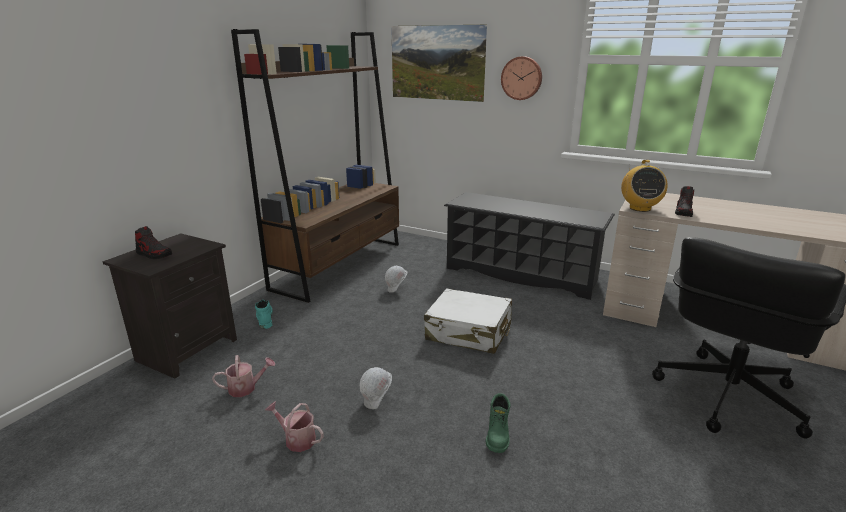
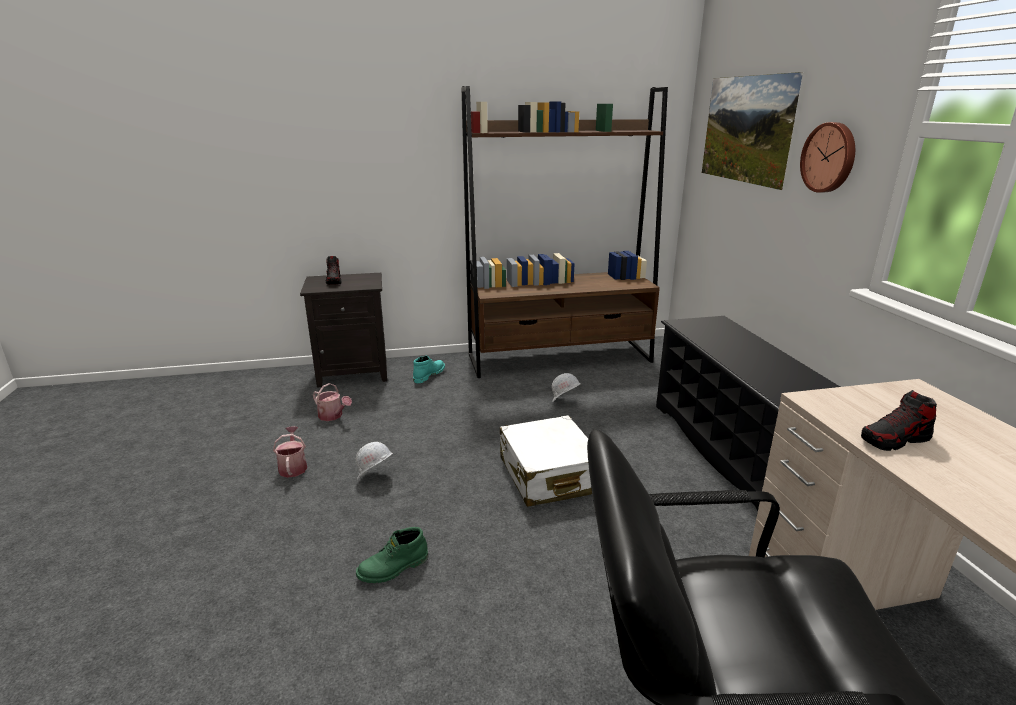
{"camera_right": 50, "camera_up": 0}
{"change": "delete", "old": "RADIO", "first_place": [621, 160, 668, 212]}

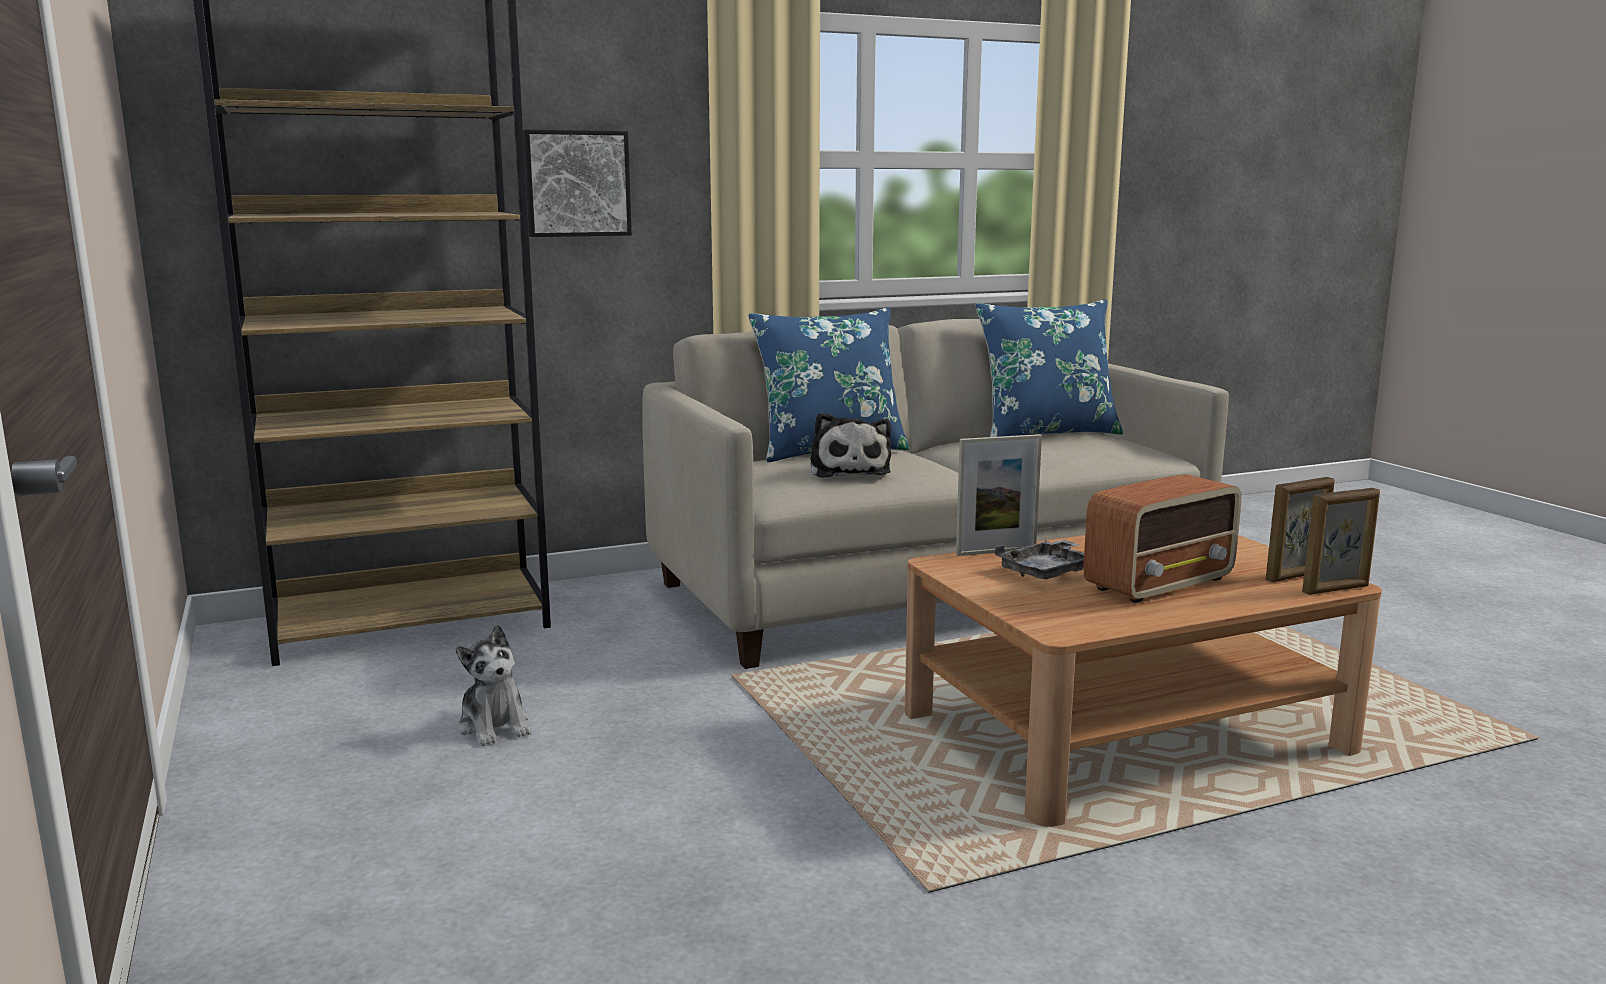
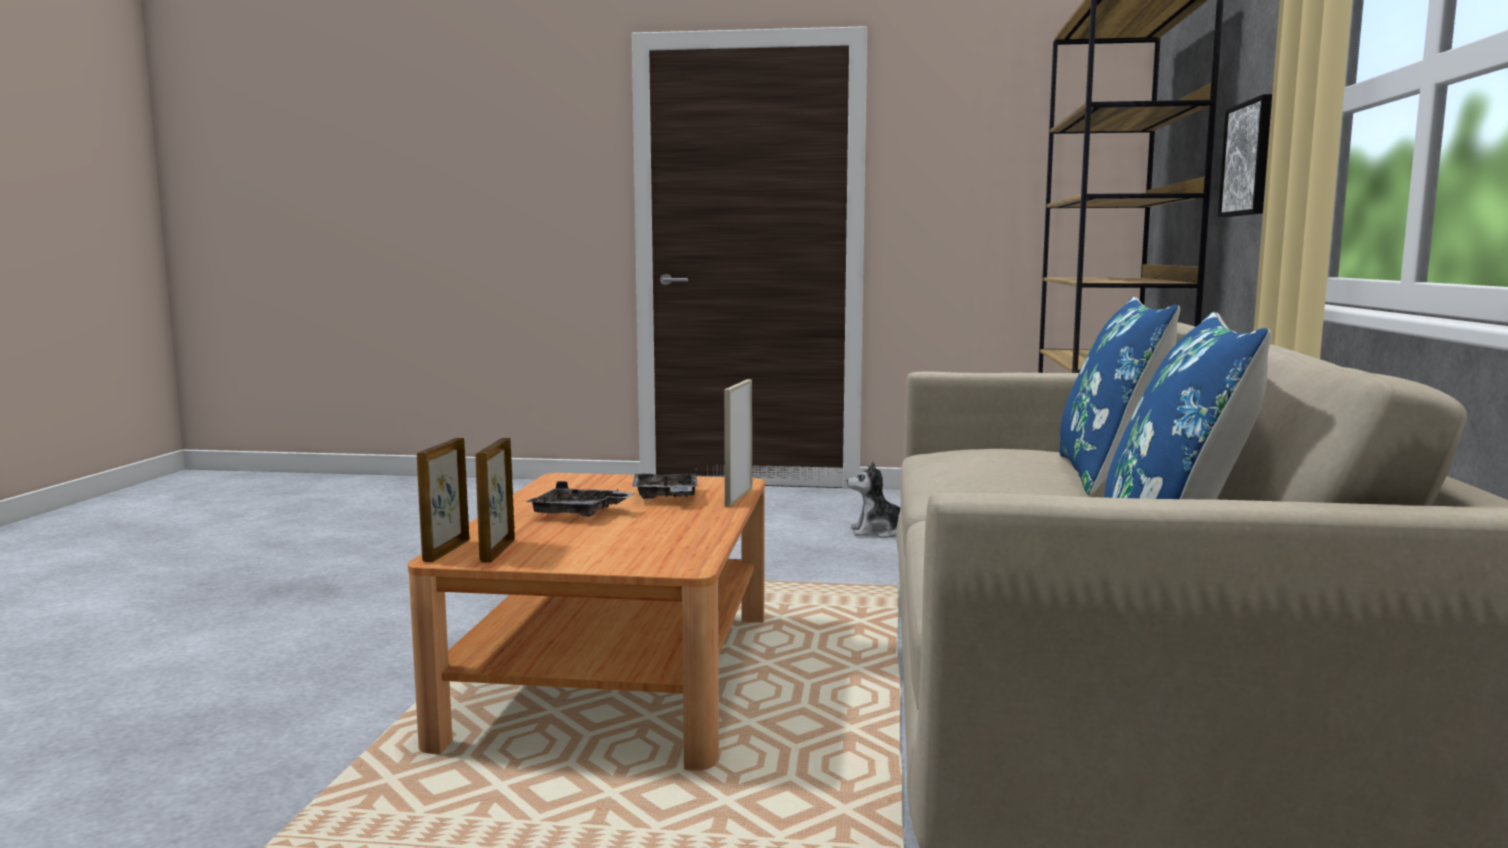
{"camera_right": 120, "camera_up": -5}
{"change": "delete", "old": "PLUSH TOY", "first_place": [811, 412, 892, 478]}
{"change": "replace", "old": "RADIO", "new": "GREY TRAY", "first_place": [1083, 474, 1241, 603], "second_place": [526, 481, 635, 517]}

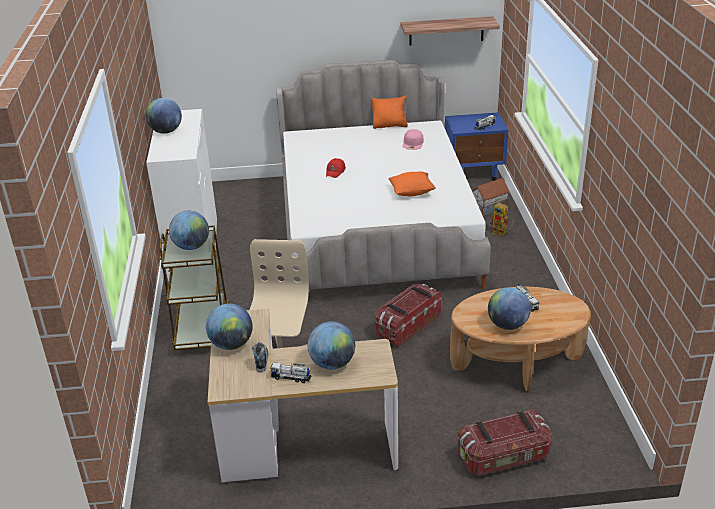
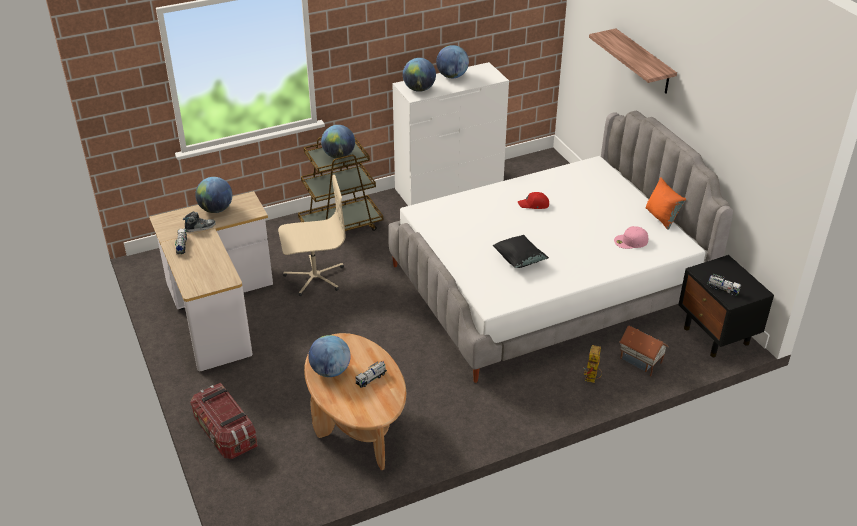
{"camera_right": 70, "camera_up": 5}
{"change": "delete", "old": "STORAGE BOX", "first_place": [375, 284, 442, 347]}
{"change": "move", "old": "GLOBE", "first_place": [308, 321, 355, 369], "second_place": [403, 58, 436, 92]}
{"change": "move", "old": "SHELF", "first_place": [400, 16, 500, 46], "second_place": [589, 28, 677, 94]}
{"change": "recolor", "old": "ORANGE PILLOW", "new": "BLACK PILLOW", "first_place": [388, 171, 436, 196], "second_place": [493, 235, 549, 268]}
{"change": "recolor", "old": "BLUE NIGHTSTAND", "new": "BLACK NIGHTSTAND", "first_place": [445, 112, 508, 181], "second_place": [678, 255, 774, 357]}

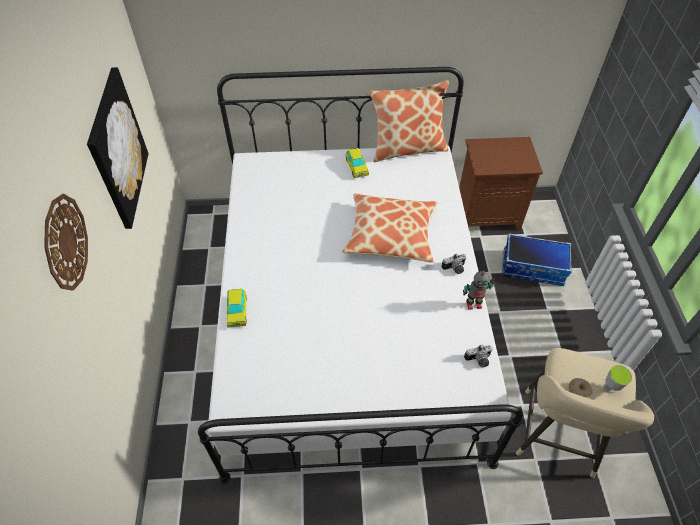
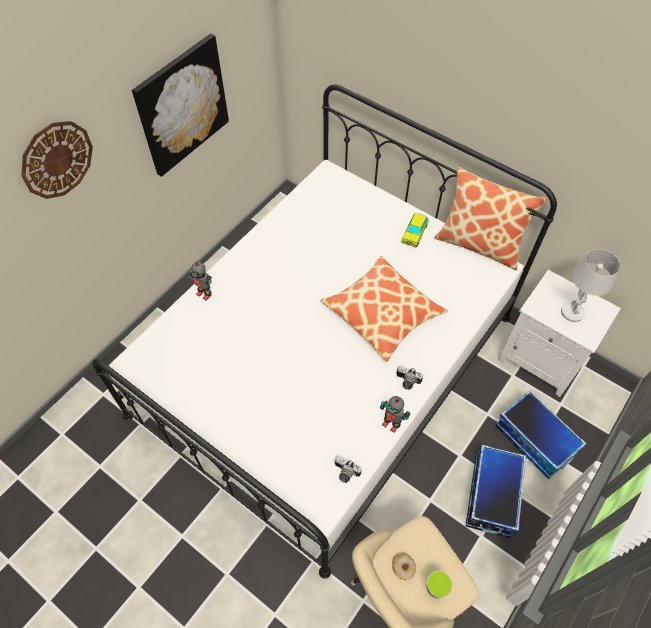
{"camera_right": 40, "camera_up": 5}
{"change": "insert", "new": "STORAGE BOX", "second_place": [466, 445, 526, 538]}
{"change": "insert", "new": "WHITE TABLE LAMP", "second_place": [561, 249, 620, 322]}
{"change": "replace", "old": "TOY CAR", "new": "TOY ROBOT", "first_place": [227, 289, 247, 327], "second_place": [189, 261, 212, 301]}
{"change": "recolor", "old": "BROWN NIGHTSTAND", "new": "WHITE NIGHTSTAND", "first_place": [459, 137, 543, 231], "second_place": [499, 270, 621, 397]}

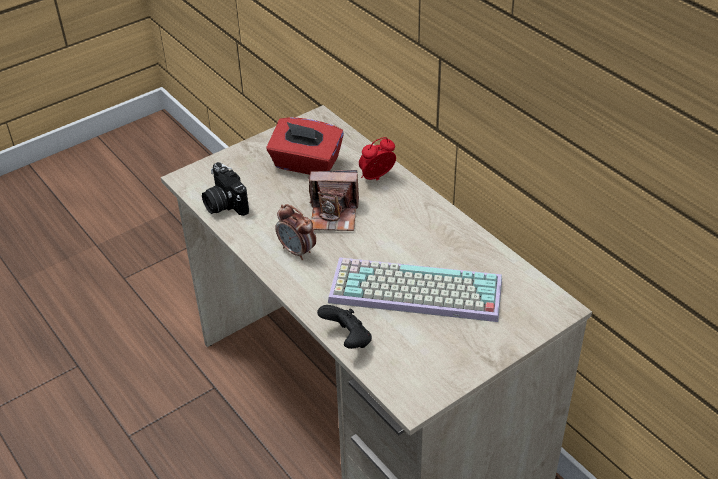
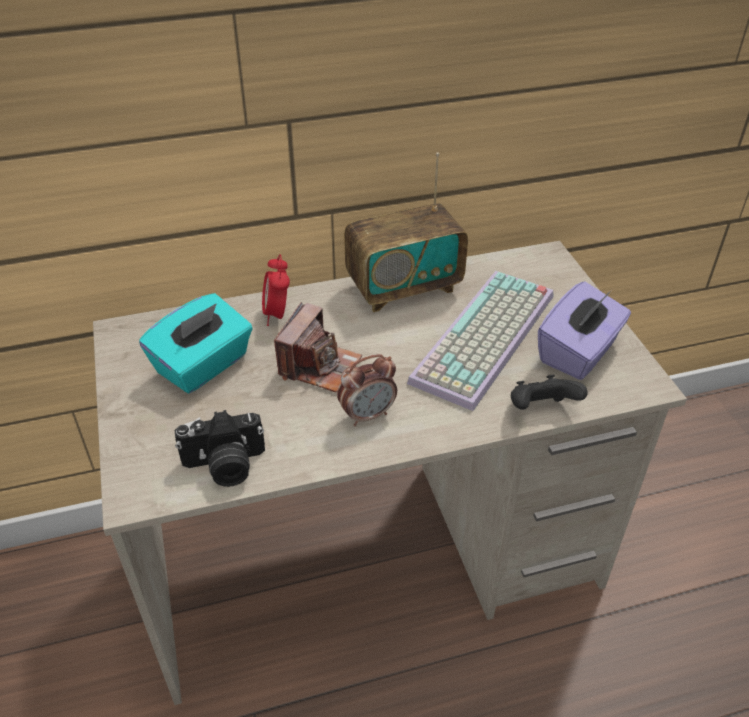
{"camera_right": -70, "camera_up": 0}
{"change": "insert", "new": "RADIO", "second_place": [344, 153, 468, 312]}
{"change": "insert", "new": "PURPLE TISSUE BOX", "second_place": [538, 281, 631, 380]}
{"change": "recolor", "old": "RED TISSUE BOX", "new": "TURQUOISE TISSUE BOX", "first_place": [266, 117, 344, 175], "second_place": [139, 293, 253, 393]}

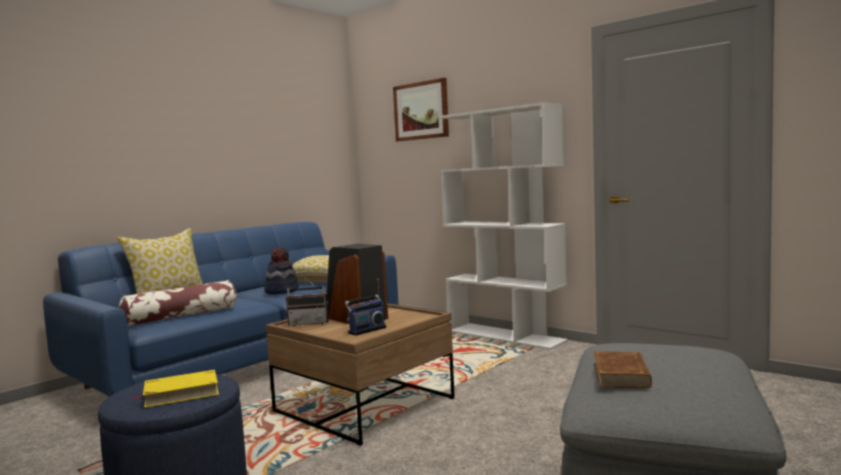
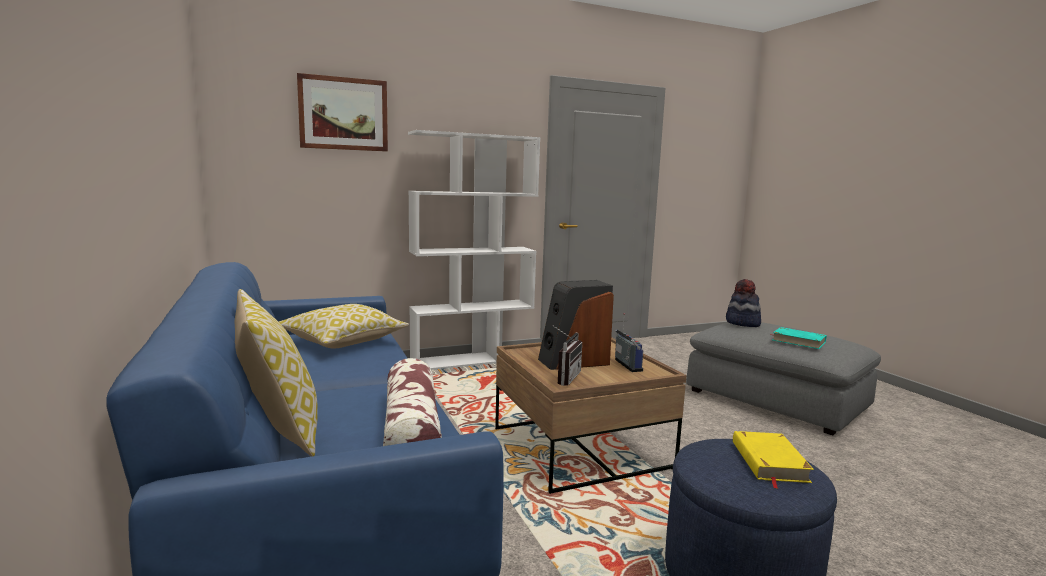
{"camera_right": -65, "camera_up": 5}
{"change": "move", "old": "HAT", "first_place": [264, 248, 299, 294], "second_place": [726, 279, 761, 327]}
{"change": "recolor", "old": "BROWN BOOK", "new": "TURQUOISE BOOK", "first_place": [594, 352, 652, 388], "second_place": [770, 327, 827, 349]}

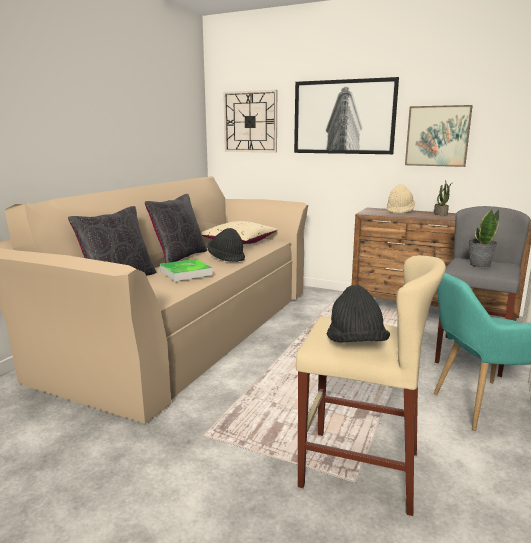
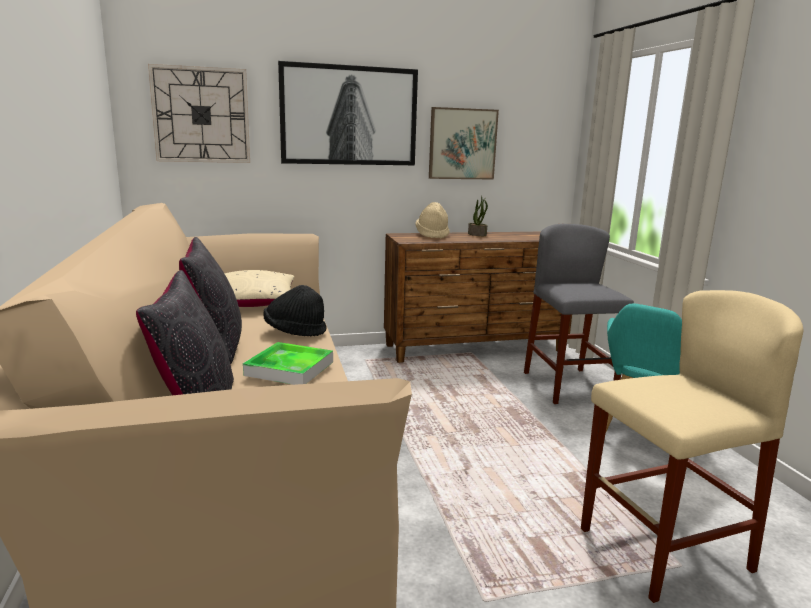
{"camera_right": -40, "camera_up": 0}
{"change": "delete", "old": "BLACK HAT", "first_place": [327, 285, 390, 343]}
{"change": "delete", "old": "POTTED PLANT", "first_place": [468, 209, 500, 268]}

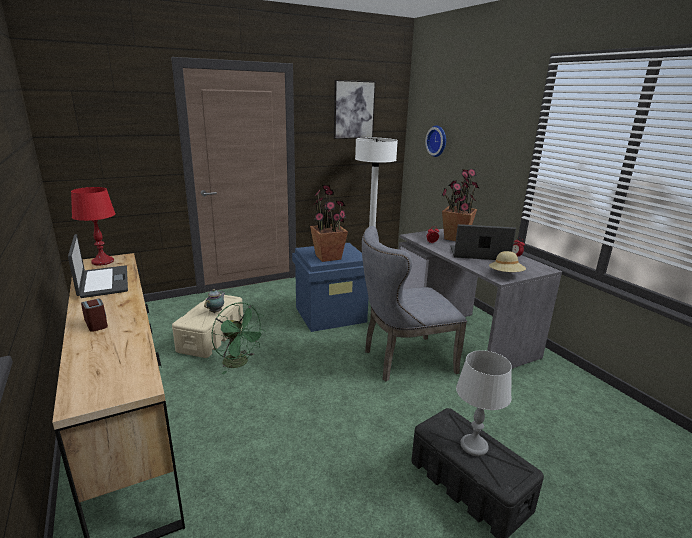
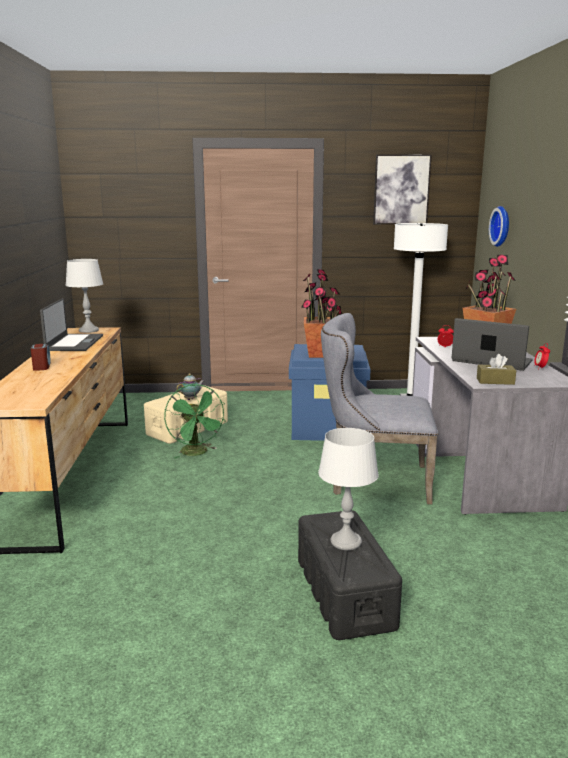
{"camera_right": 25, "camera_up": -5}
{"change": "replace", "old": "BEIGE HAT", "new": "BROWN TISSUE BOX", "first_place": [489, 251, 526, 272], "second_place": [477, 354, 516, 385]}
{"change": "recolor", "old": "RED TABLE LAMP", "new": "GREY TABLE LAMP", "first_place": [71, 187, 115, 265], "second_place": [66, 259, 103, 333]}

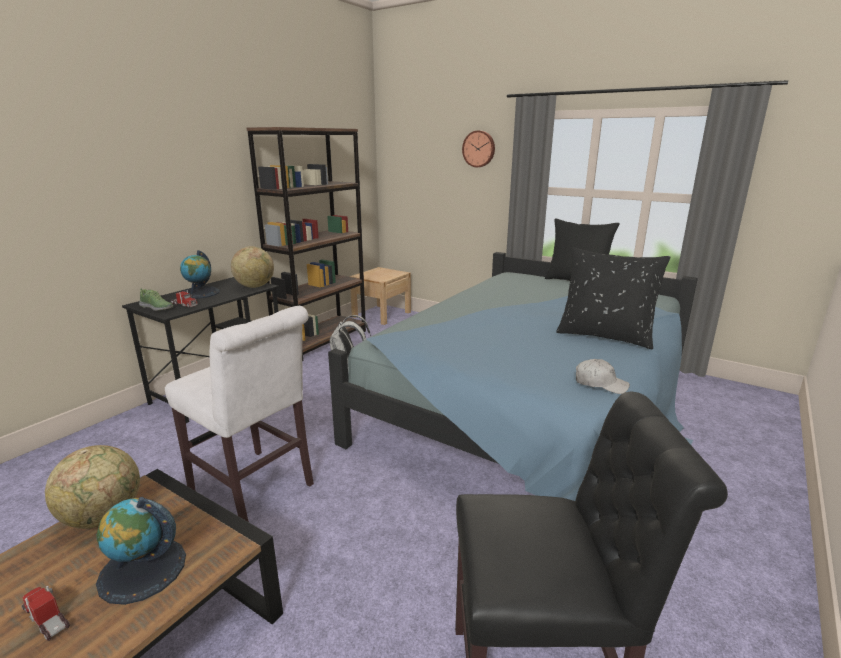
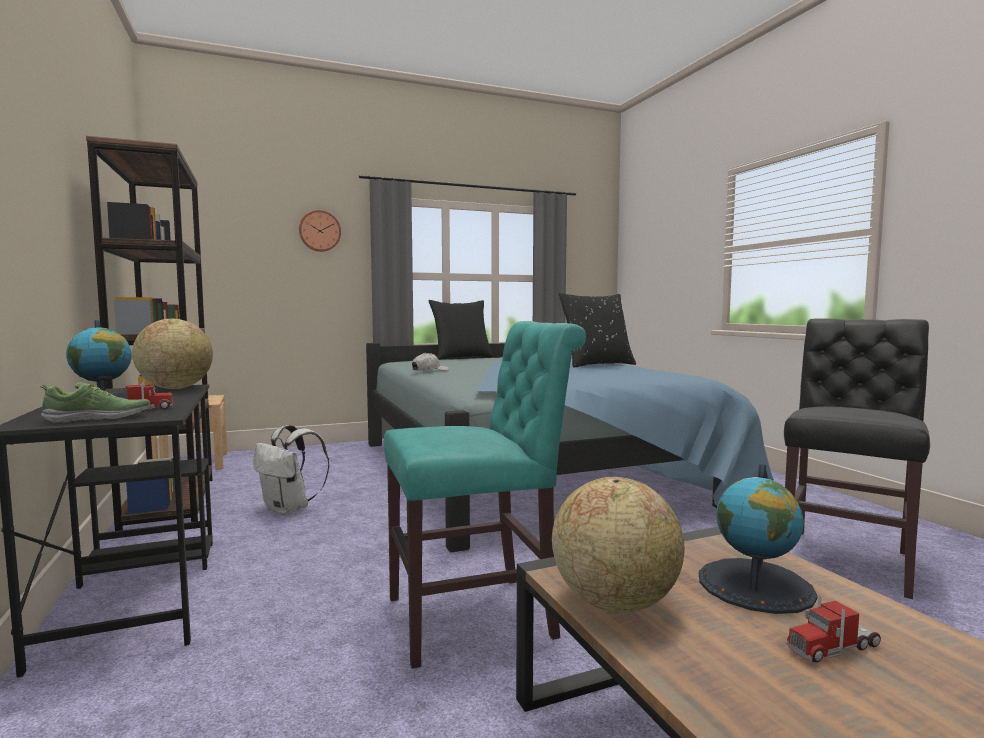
{"camera_right": -55, "camera_up": -15}
{"change": "move", "old": "WHITE CAP", "first_place": [576, 359, 630, 394], "second_place": [412, 353, 449, 371]}
{"change": "recolor", "old": "WHITE CHAIR", "new": "TURQUOISE CHAIR", "first_place": [165, 306, 314, 522], "second_place": [384, 321, 586, 669]}

